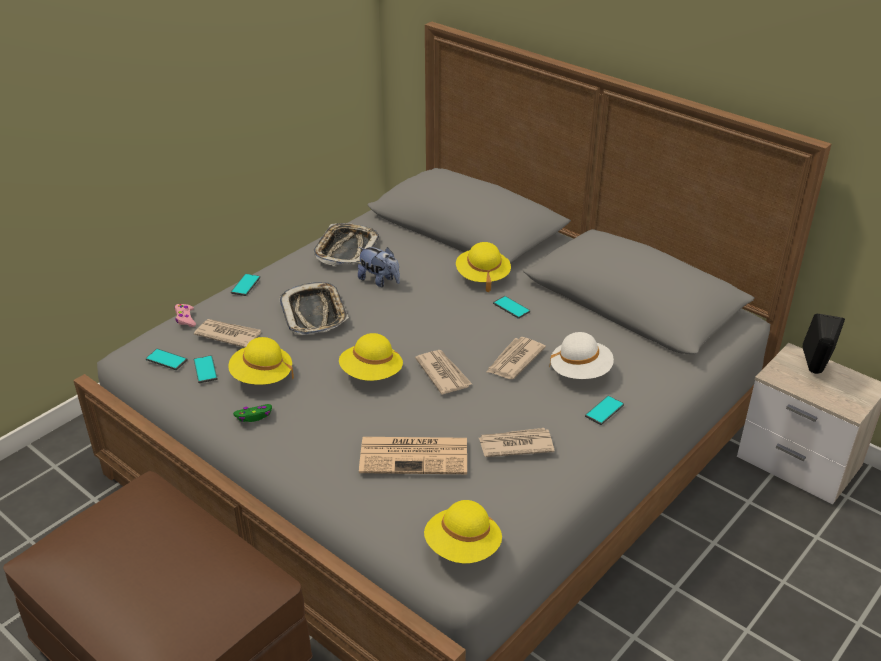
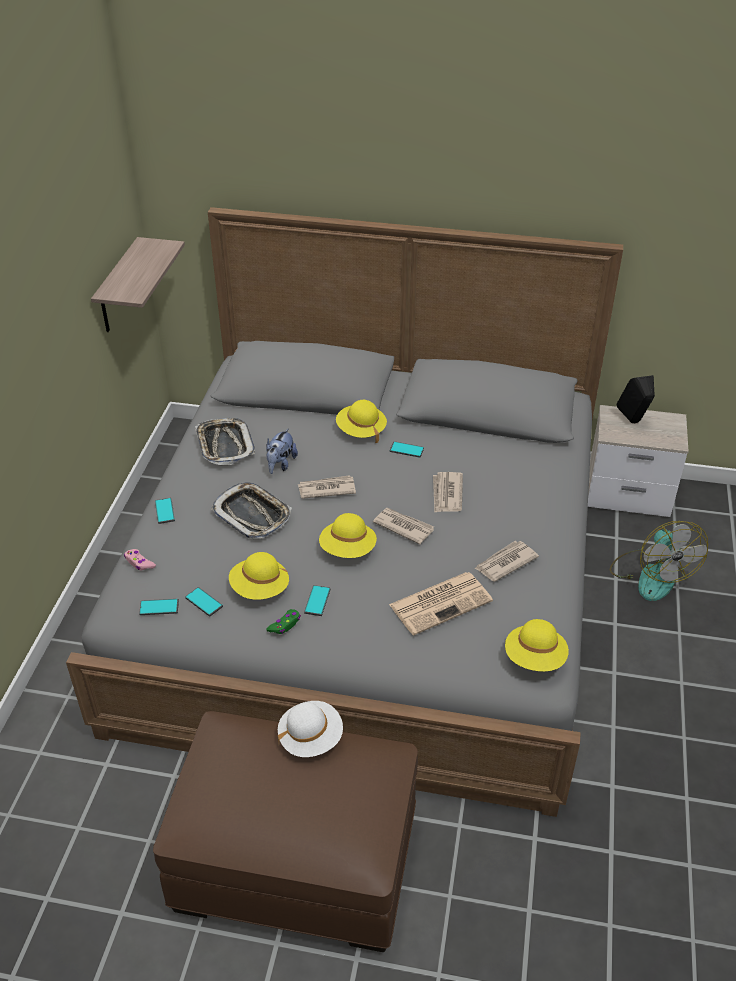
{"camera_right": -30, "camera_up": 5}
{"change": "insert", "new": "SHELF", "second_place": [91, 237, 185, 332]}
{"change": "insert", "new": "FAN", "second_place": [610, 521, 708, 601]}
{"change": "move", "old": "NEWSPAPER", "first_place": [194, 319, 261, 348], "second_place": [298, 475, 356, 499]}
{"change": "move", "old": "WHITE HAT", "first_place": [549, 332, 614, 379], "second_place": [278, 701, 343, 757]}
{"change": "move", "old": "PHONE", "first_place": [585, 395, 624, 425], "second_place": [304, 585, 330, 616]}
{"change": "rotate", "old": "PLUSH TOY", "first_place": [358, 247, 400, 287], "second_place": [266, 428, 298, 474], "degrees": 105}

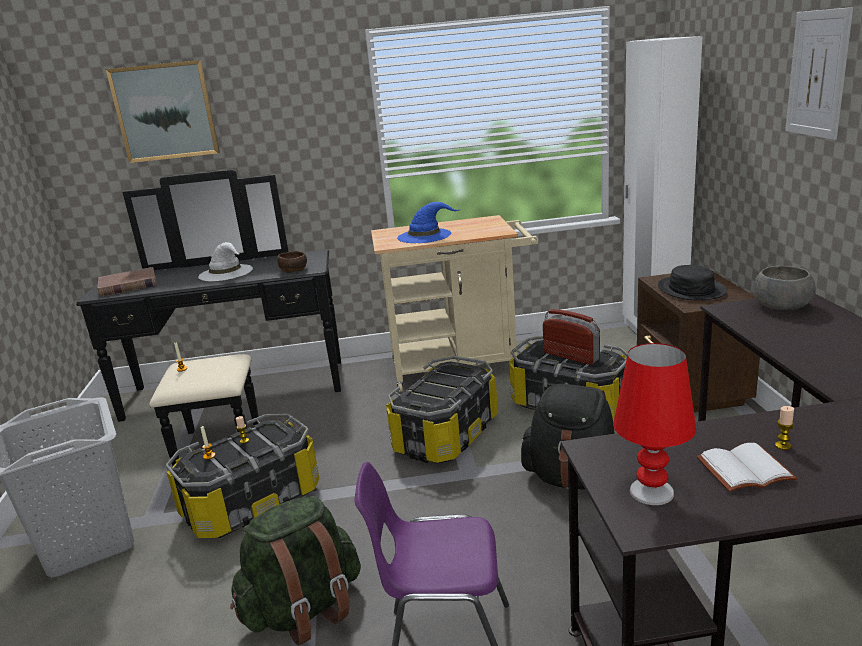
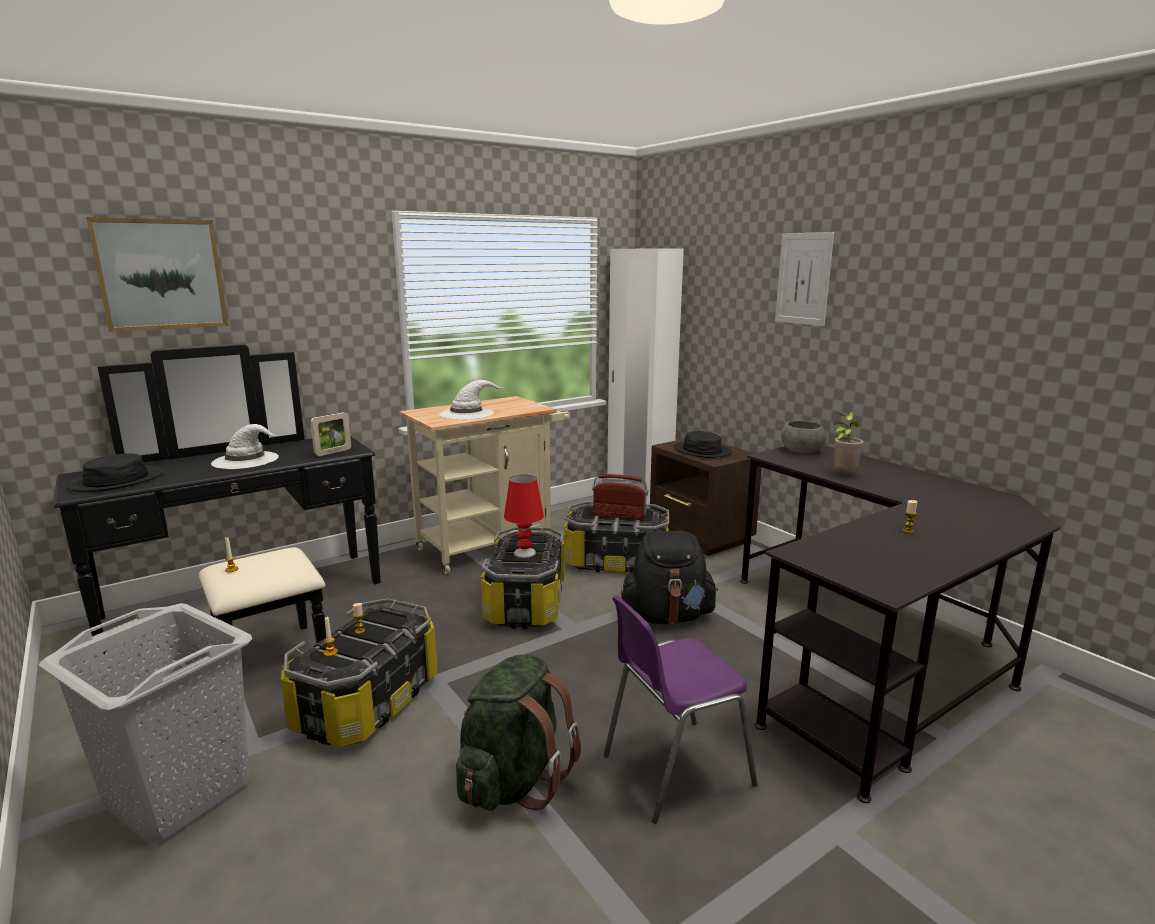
{"camera_right": -30, "camera_up": -5}
{"change": "delete", "old": "WHITE BOOK", "first_place": [697, 443, 798, 492]}
{"change": "insert", "new": "POTTED PLANT", "second_place": [830, 411, 863, 470]}
{"change": "move", "old": "RED TABLE LAMP", "first_place": [613, 343, 696, 505], "second_place": [504, 475, 544, 558]}
{"change": "replace", "old": "BROWN BOOK", "new": "BLACK HAT", "first_place": [97, 267, 157, 297], "second_place": [66, 453, 164, 492]}
{"change": "replace", "old": "BROWN BOWL", "new": "PICTURE FRAME", "first_place": [277, 251, 307, 273], "second_place": [310, 412, 351, 456]}
{"change": "recolor", "old": "BLUE HAT", "new": "WHITE HAT", "first_place": [397, 202, 461, 243], "second_place": [439, 380, 504, 420]}

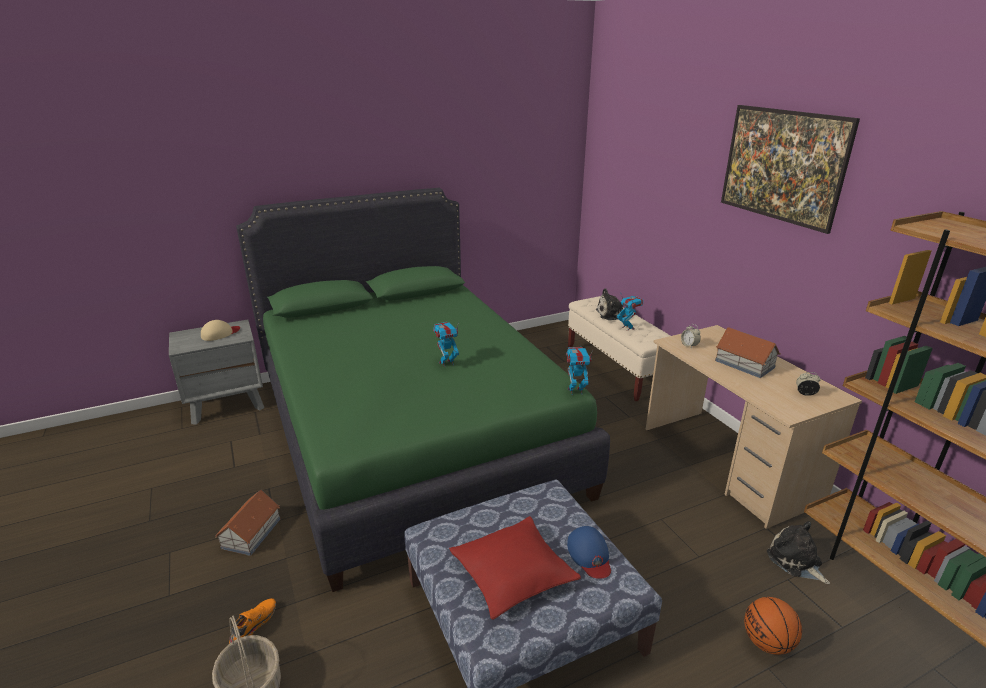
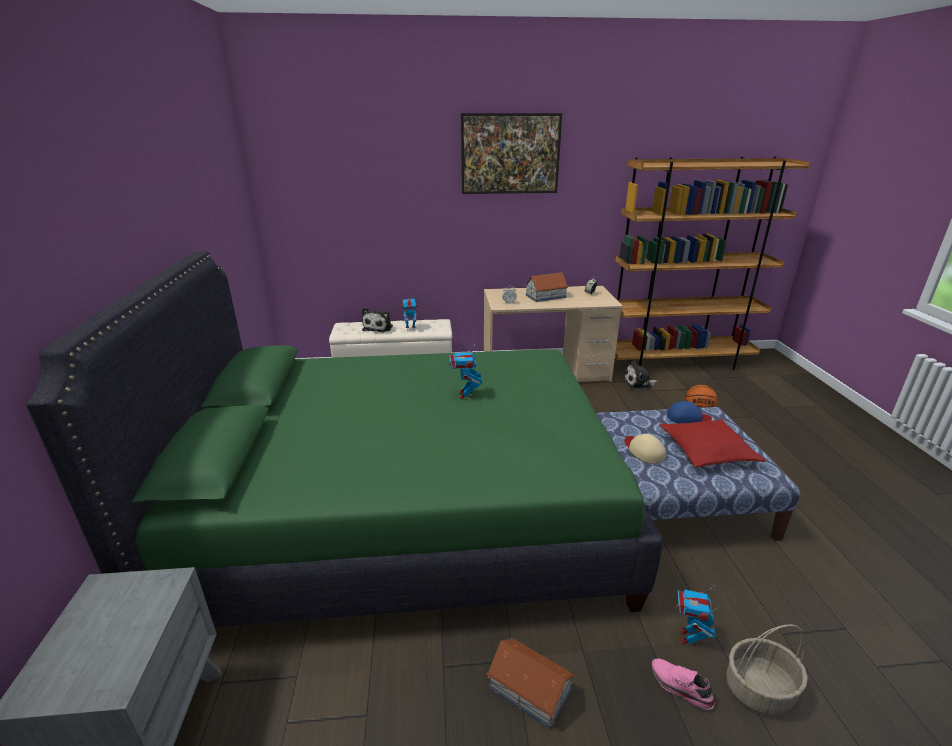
{"camera_right": -70, "camera_up": 0}
{"change": "move", "old": "BEIGE CAP", "first_place": [201, 320, 240, 341], "second_place": [624, 434, 666, 464]}
{"change": "move", "old": "TOY ROBOT", "first_place": [566, 347, 593, 395], "second_place": [676, 585, 719, 646]}
{"change": "recolor", "old": "ORANGE SHOE", "new": "PINK SHOE", "first_place": [229, 598, 276, 644], "second_place": [652, 658, 715, 710]}

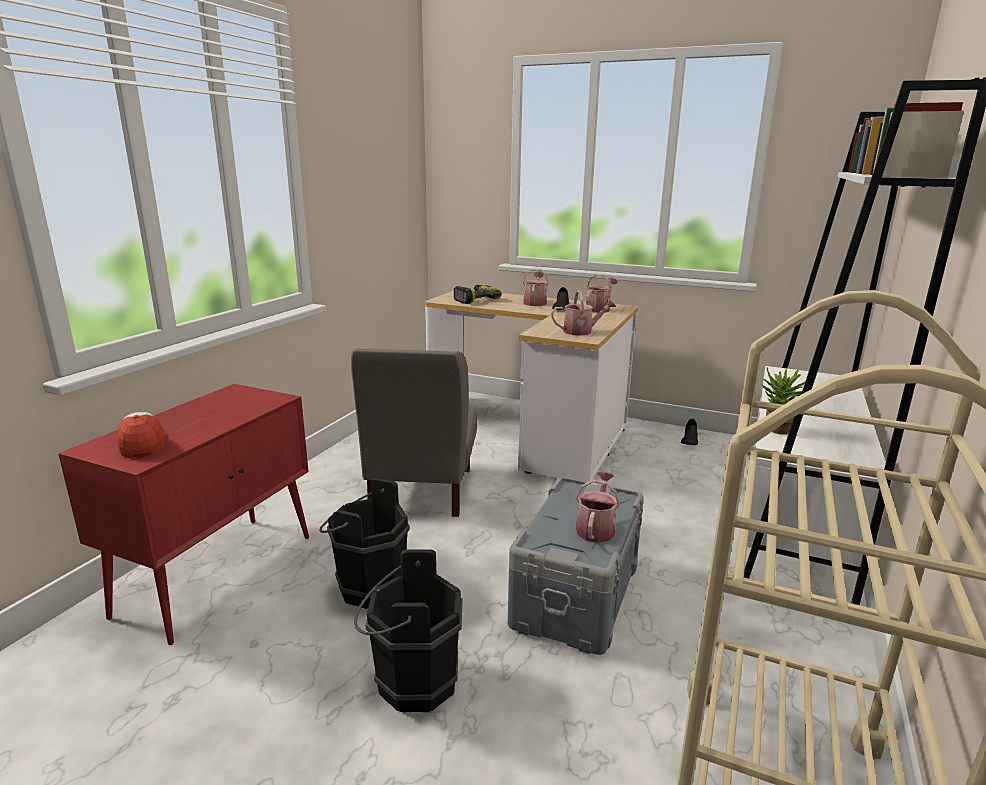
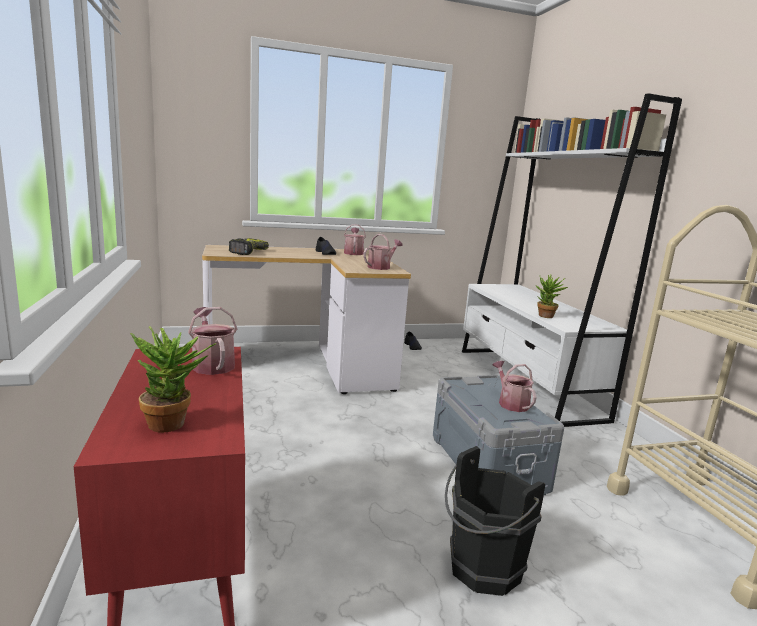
{"camera_right": -40, "camera_up": -5}
{"change": "delete", "old": "BLACK BUCKET", "first_place": [319, 478, 410, 609]}
{"change": "delete", "old": "GREY CHAIR", "first_place": [351, 348, 477, 517]}
{"change": "move", "old": "WATERING CAN", "first_place": [523, 269, 549, 306], "second_place": [188, 307, 237, 375]}
{"change": "replace", "old": "CAP", "new": "POTTED PLANT", "first_place": [117, 412, 166, 458], "second_place": [130, 326, 216, 433]}

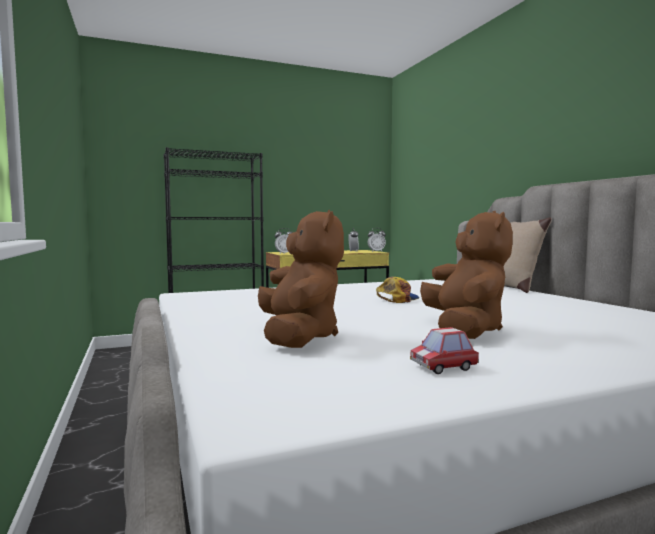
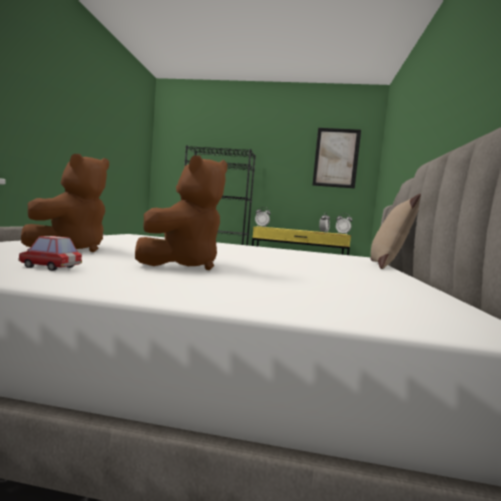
{"camera_right": 30, "camera_up": 0}
{"change": "delete", "old": "CAP", "first_place": [376, 277, 419, 303]}
{"change": "insert", "new": "PICTURE", "second_place": [312, 128, 361, 188]}

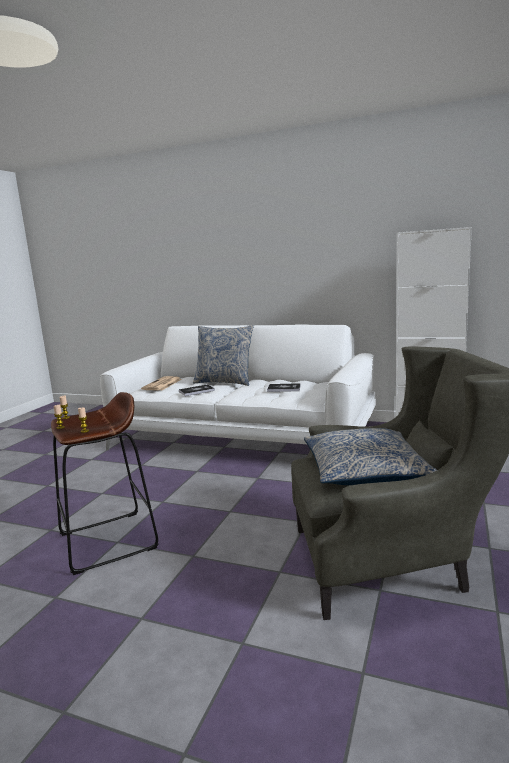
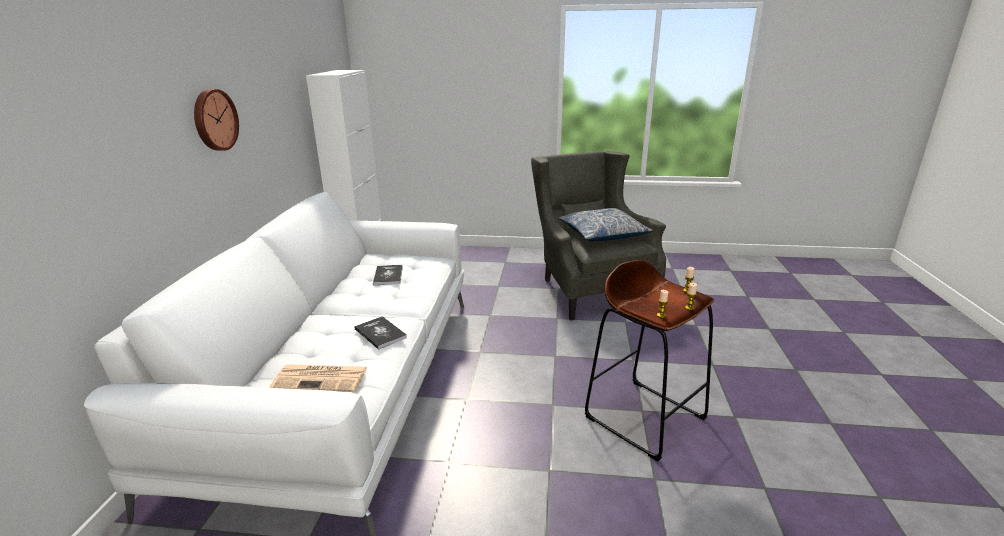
{"camera_right": -105, "camera_up": 10}
{"change": "delete", "old": "PILLOW", "first_place": [193, 325, 254, 386]}
{"change": "insert", "new": "WALL CLOCK", "second_place": [194, 89, 239, 151]}

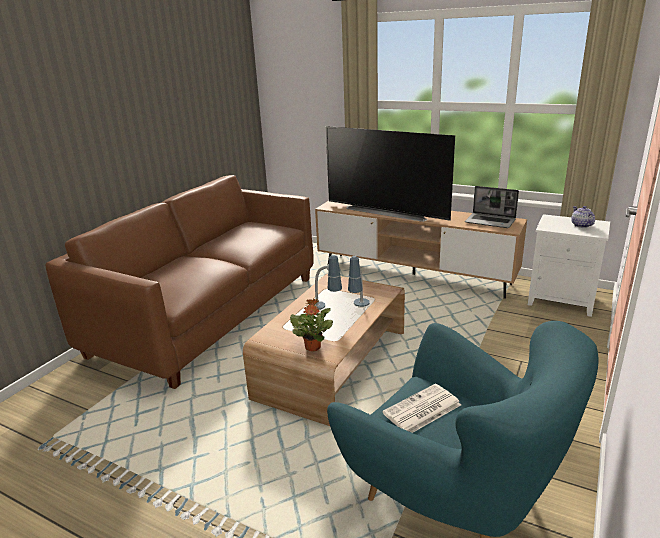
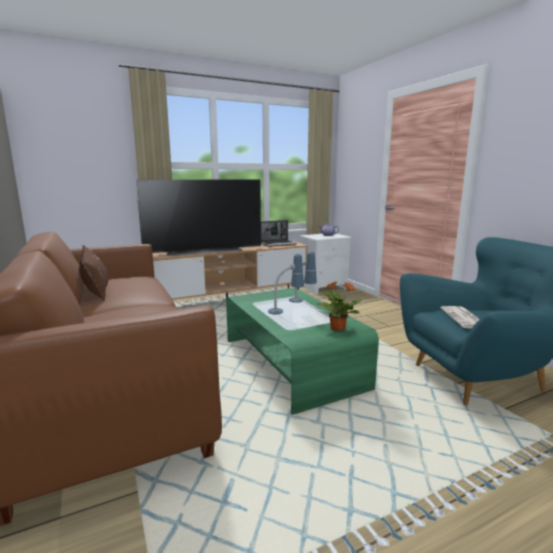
{"camera_right": -55, "camera_up": -10}
{"change": "insert", "new": "BROWN PILLOW", "second_place": [79, 245, 108, 300]}
{"change": "recolor", "old": "BROWN COFFEE TABLE", "new": "GREEN COFFEE TABLE", "first_place": [243, 274, 405, 426], "second_place": [226, 288, 379, 415]}

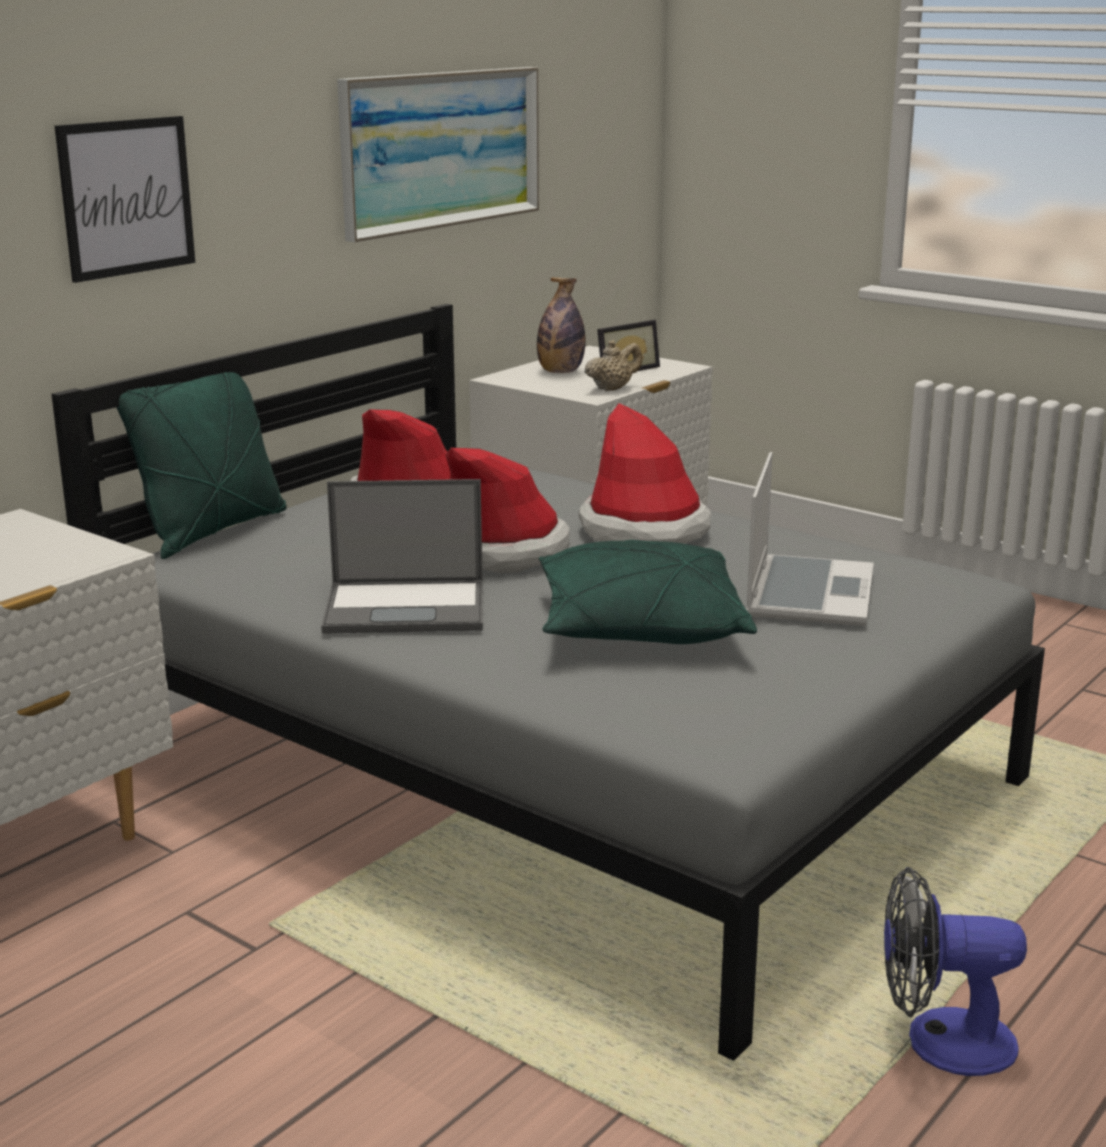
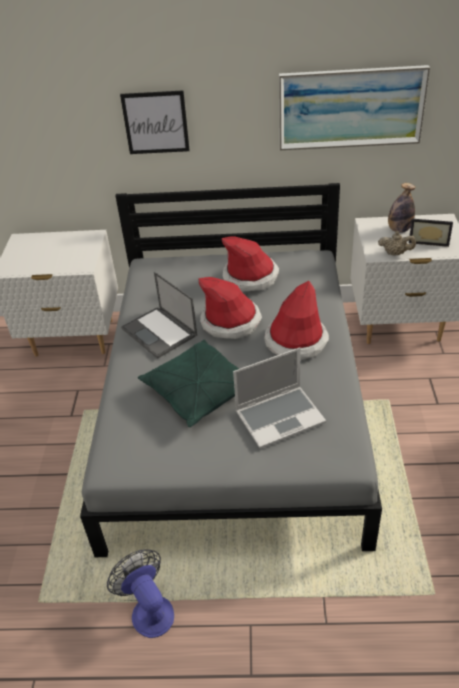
{"camera_right": 55, "camera_up": 20}
{"change": "delete", "old": "GREEN PILLOW", "first_place": [116, 372, 287, 559]}

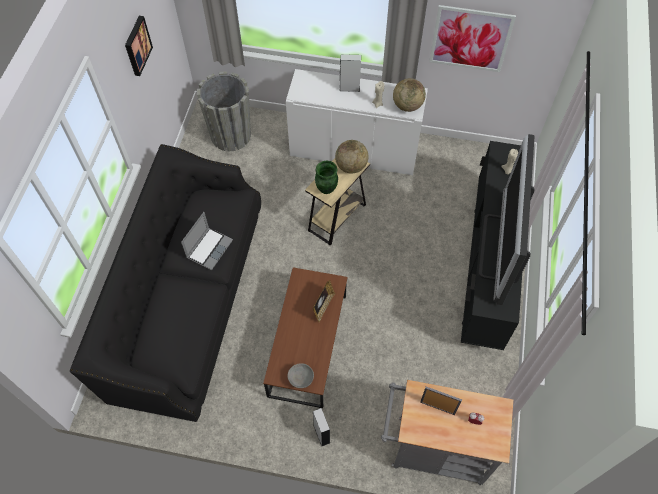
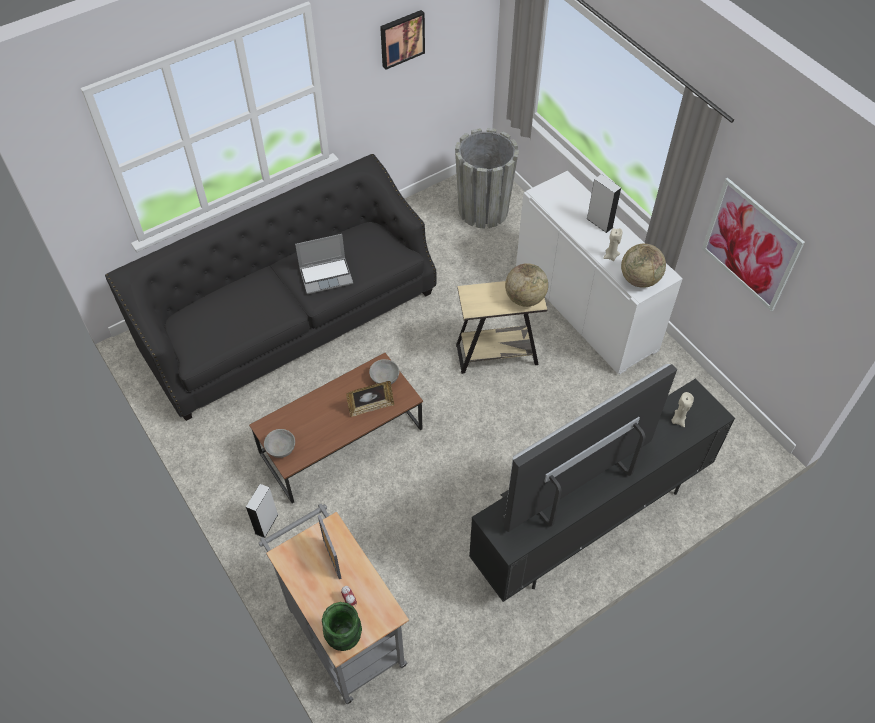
{"camera_right": 45, "camera_up": -5}
{"change": "insert", "new": "GREY BOWL", "second_place": [369, 359, 399, 384]}
{"change": "move", "old": "GREEN VASE", "first_place": [315, 160, 338, 194], "second_place": [322, 602, 362, 651]}

